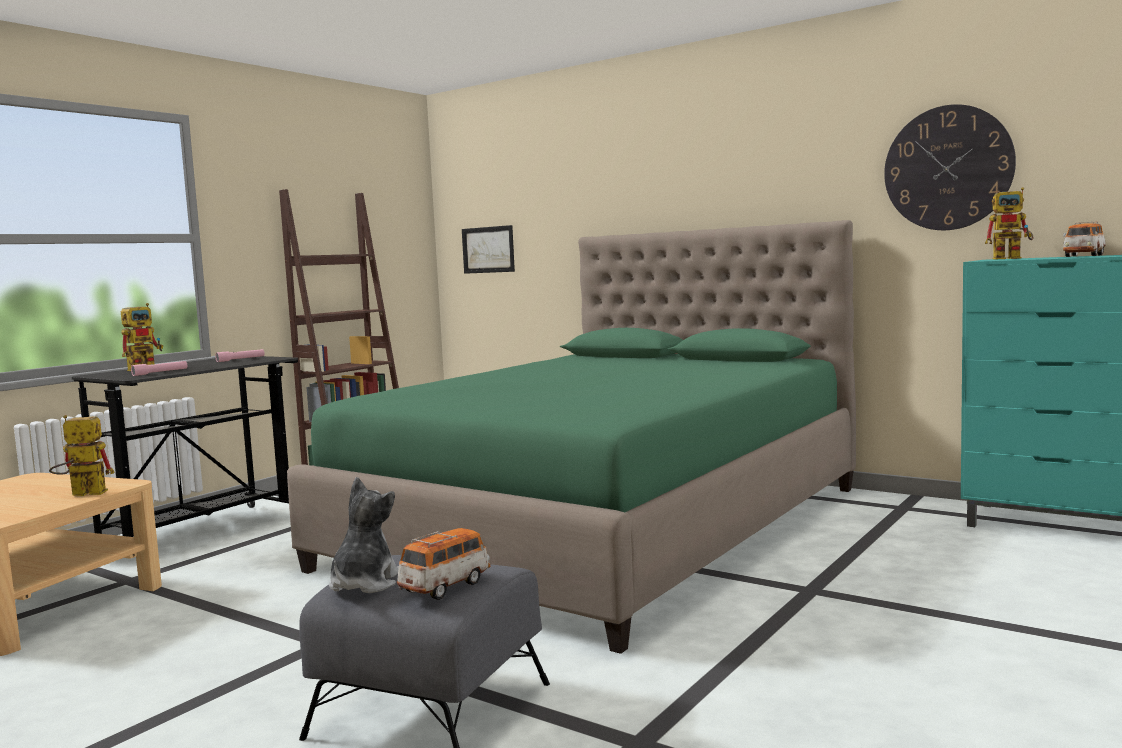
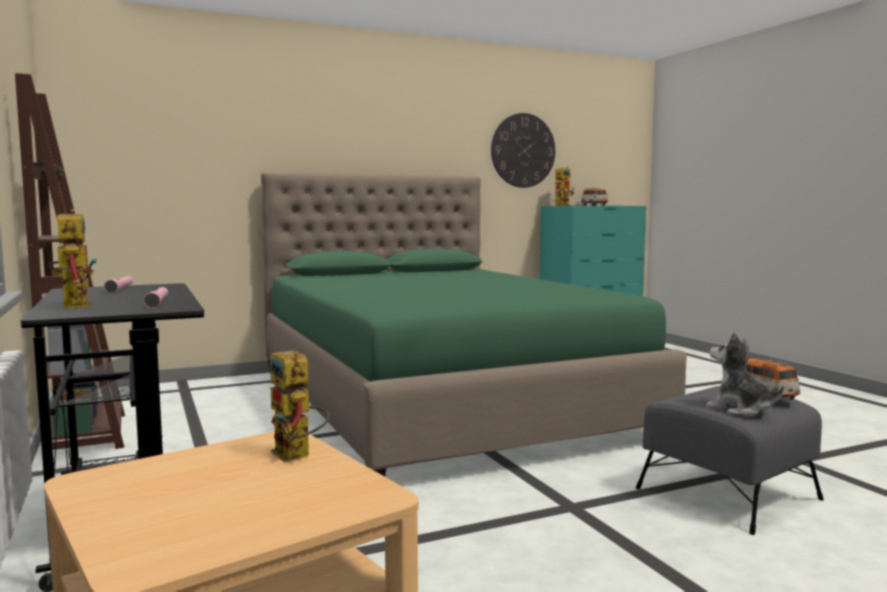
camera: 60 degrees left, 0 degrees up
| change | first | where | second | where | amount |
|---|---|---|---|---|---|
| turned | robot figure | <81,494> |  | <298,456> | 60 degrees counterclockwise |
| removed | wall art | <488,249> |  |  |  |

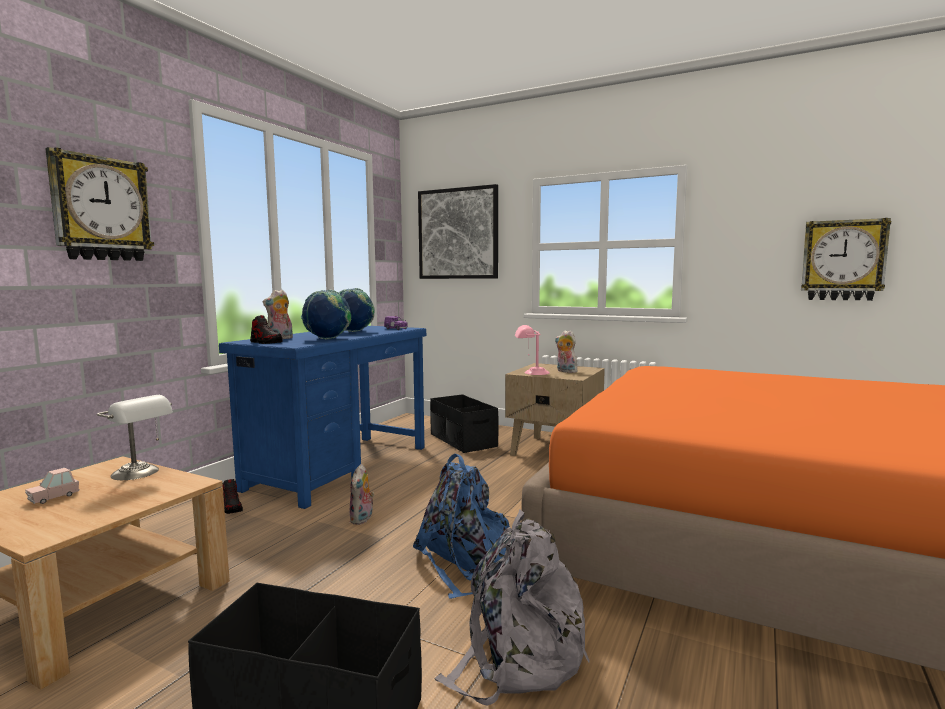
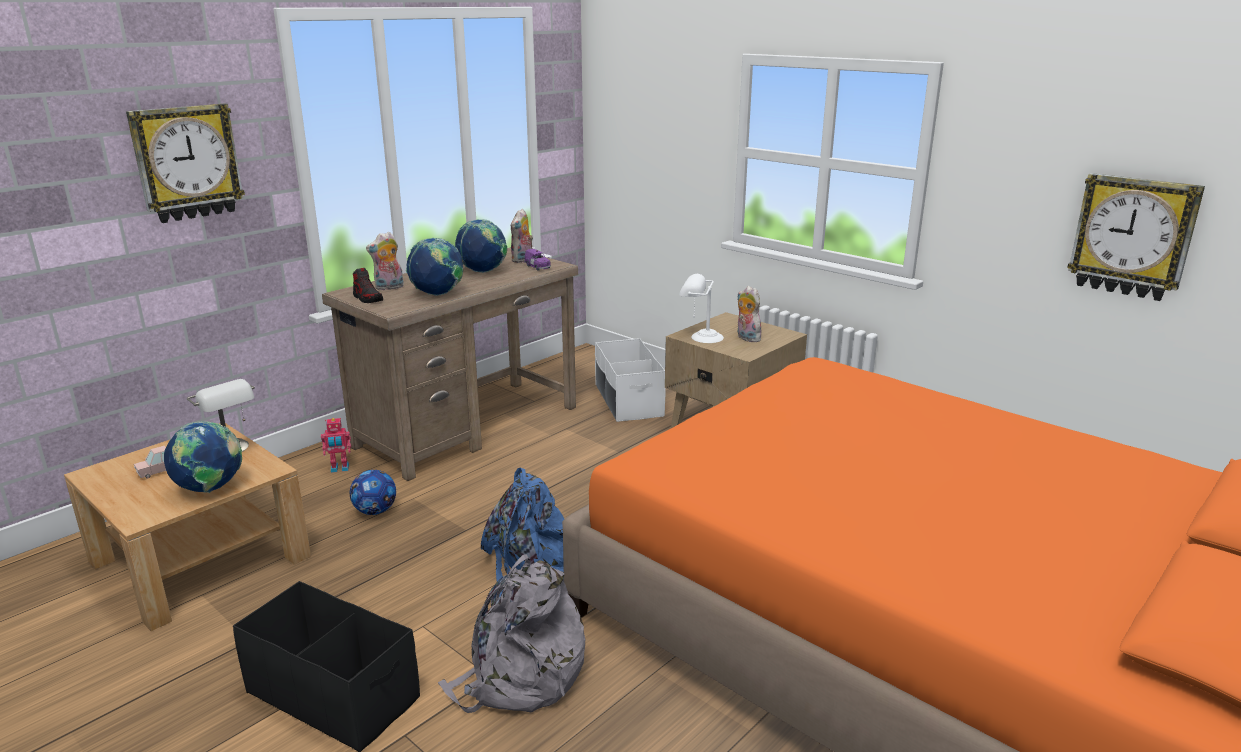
camera: 15 degrees right, 15 degrees up
| change | first | where | second | where | amount |
|---|---|---|---|---|---|
| added |  |  | globe | <210,489> |  |
| replaced | low shoe | <232,507> | robot figure | <339,468> |  |
| recoloured | blue desk | <340,467> | brown desk | <467,426> |  |
| added |  |  | football ball | <375,511> |  |
| moved | cuddly toy | <362,519> |  | <523,260> |  |
| recoloured | black-coloured storage bin | <462,440> | whitish storage bin | <628,400> |  |
| recoloured | pink lamp for a table | <531,373> | whitish lamp for a table | <700,337> |  |
| removed | wall art | <458,234> |  |  |  |

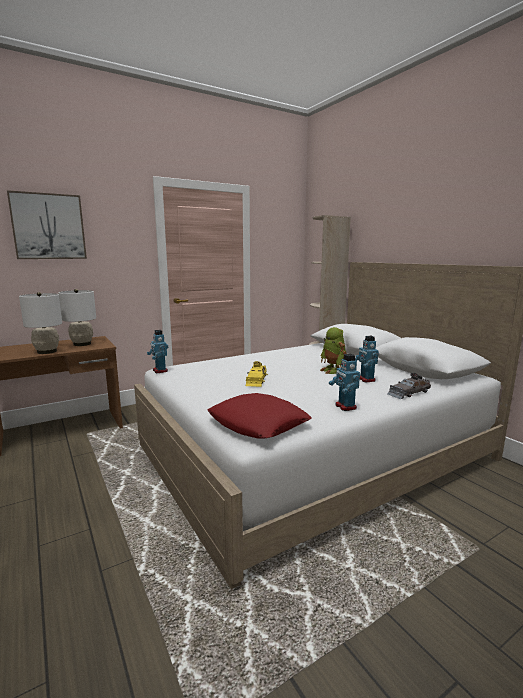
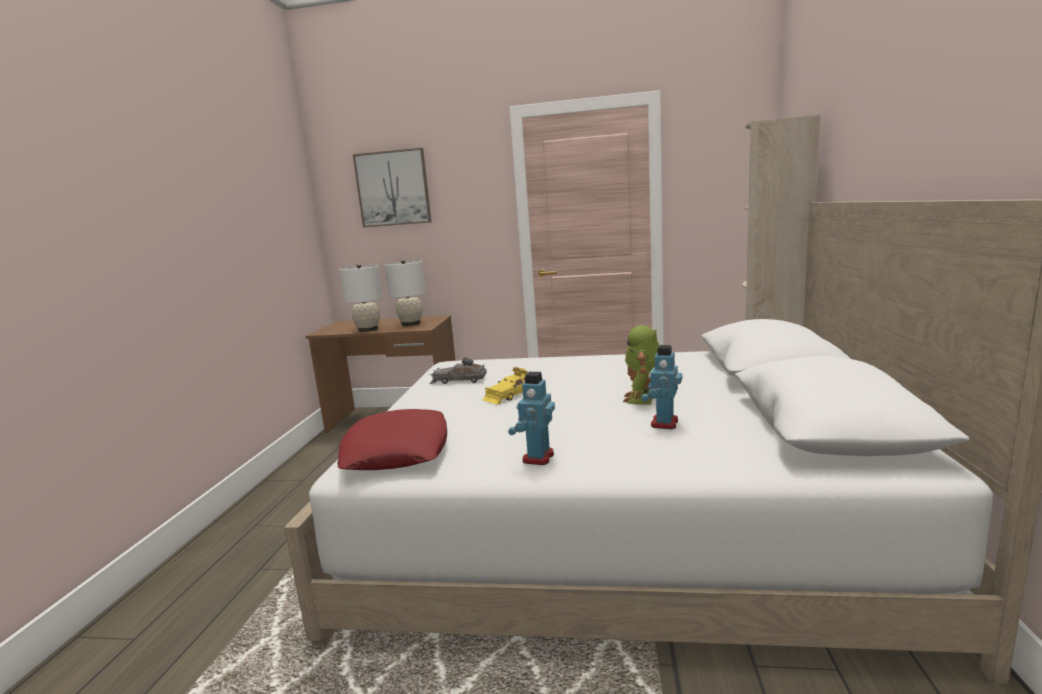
camera: 40 degrees right, 0 degrees up
| change | first | where | second | where | amount |
|---|---|---|---|---|---|
| moved | gray toy car | <408,392> |  | <458,380> |  |
| removed | robot figure | <160,371> |  |  |  |

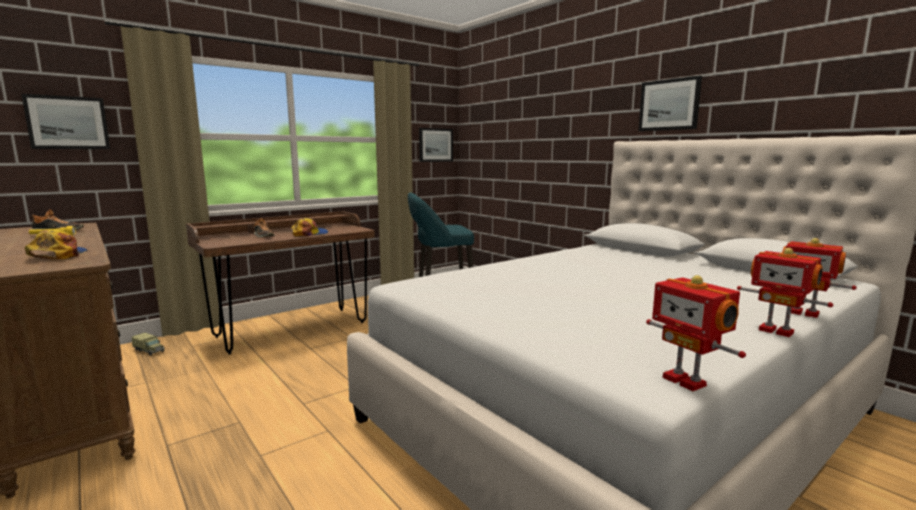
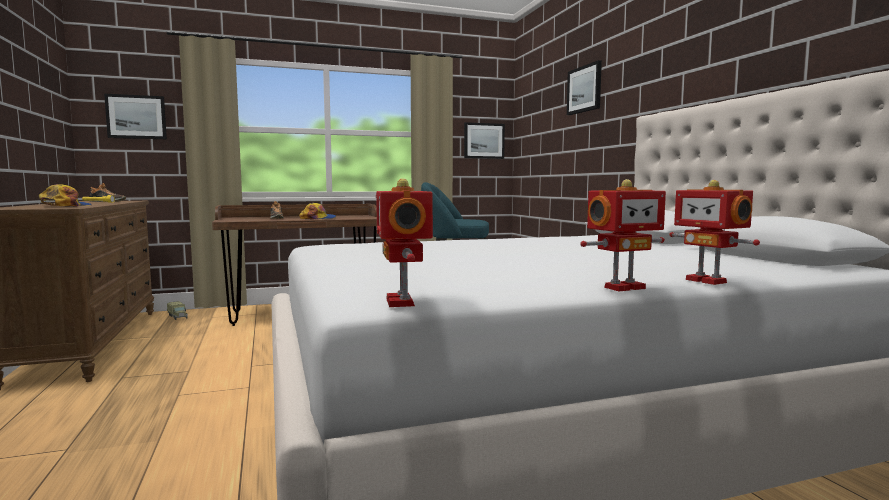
camera: 20 degrees right, 5 degrees down
| change | first | where | second | where | amount |
|---|---|---|---|---|---|
| moved | wall art | <669,105> |  | <584,89> |  |
| turned | robot figure | <776,331> |  | <622,287> | 90 degrees counterclockwise |

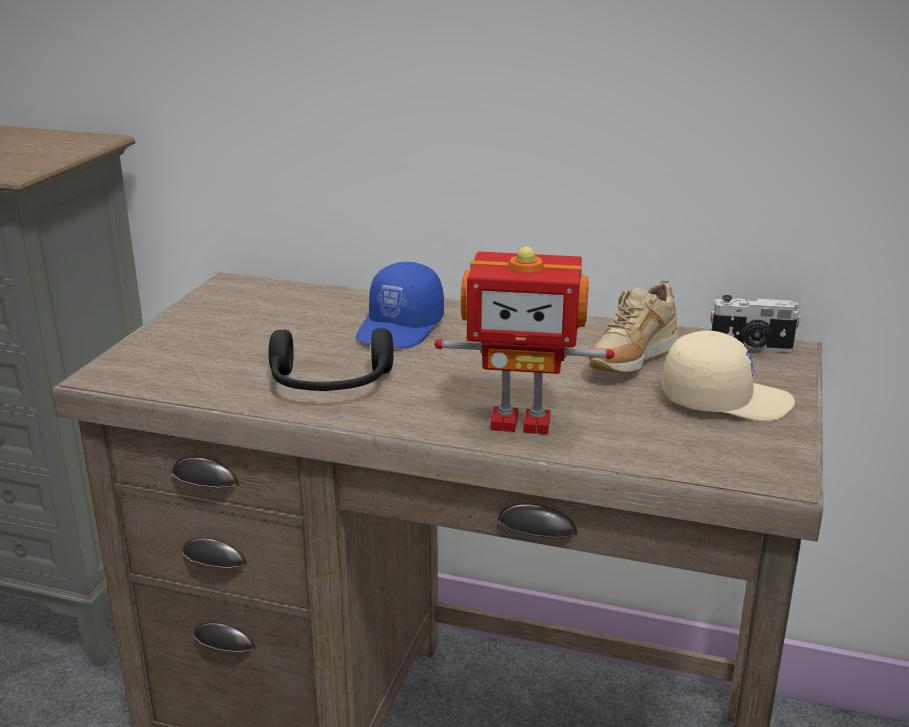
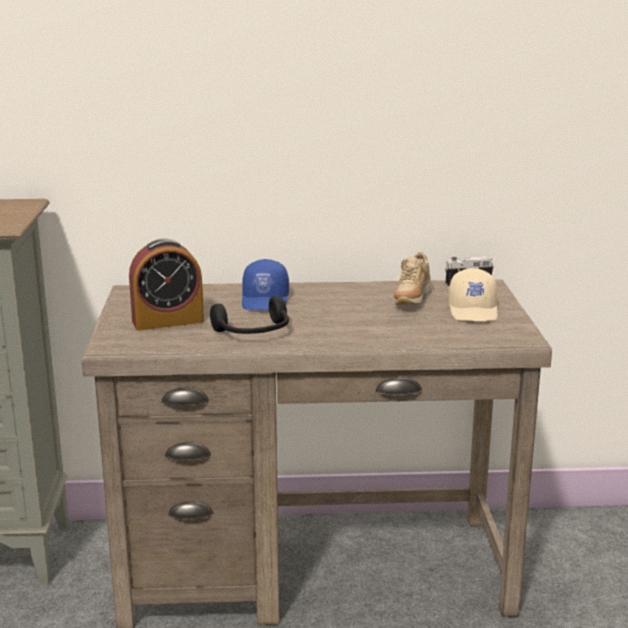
camera: 20 degrees left, 5 degrees down
| change | first | where | second | where | amount |
|---|---|---|---|---|---|
| added |  |  | bedside clock | <167,321> |  |
| turned | beige baseball cap | <725,400> |  | <474,311> | 105 degrees clockwise |
| removed | robot figure | <521,421> |  |  |  |

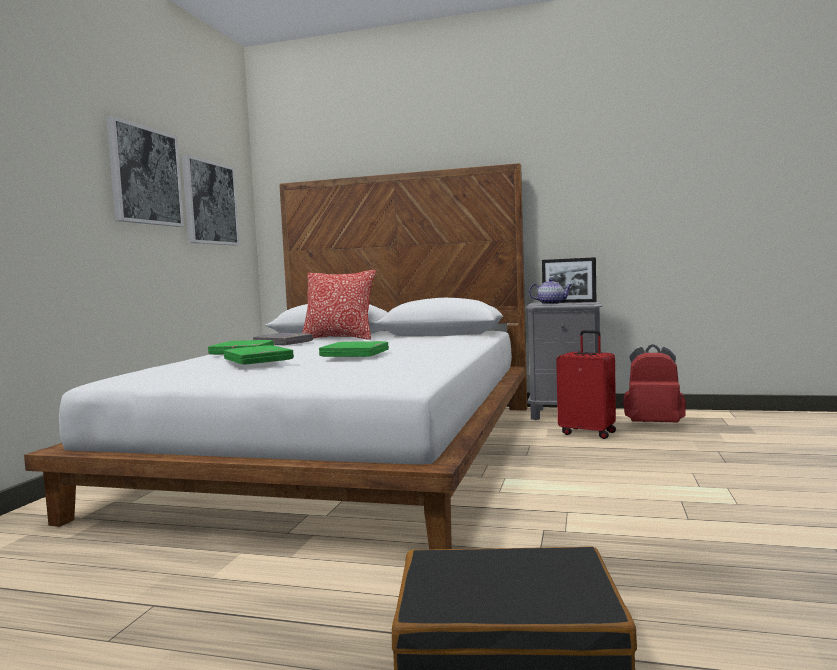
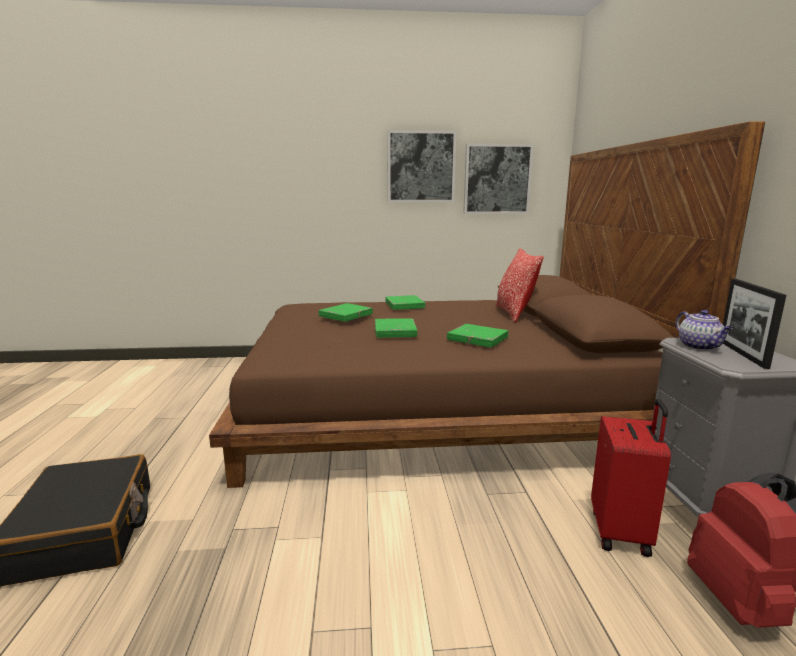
camera: 70 degrees right, 10 degrees up
| change | first | where | second | where | amount |
|---|---|---|---|---|---|
| recoloured | whitish sleeping bed | <346,452> | brown sleeping bed | <438,407> |  |
| added |  |  | greenish volume | <477,339> |  |
| removed | gray volume | <283,343> |  |  |  |

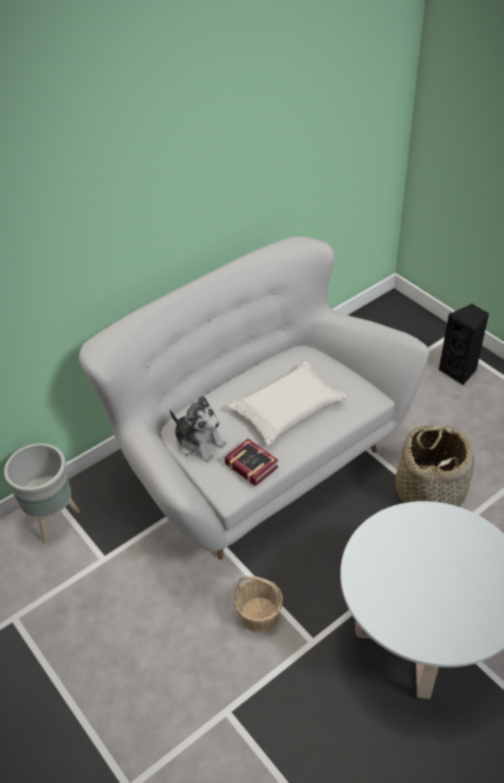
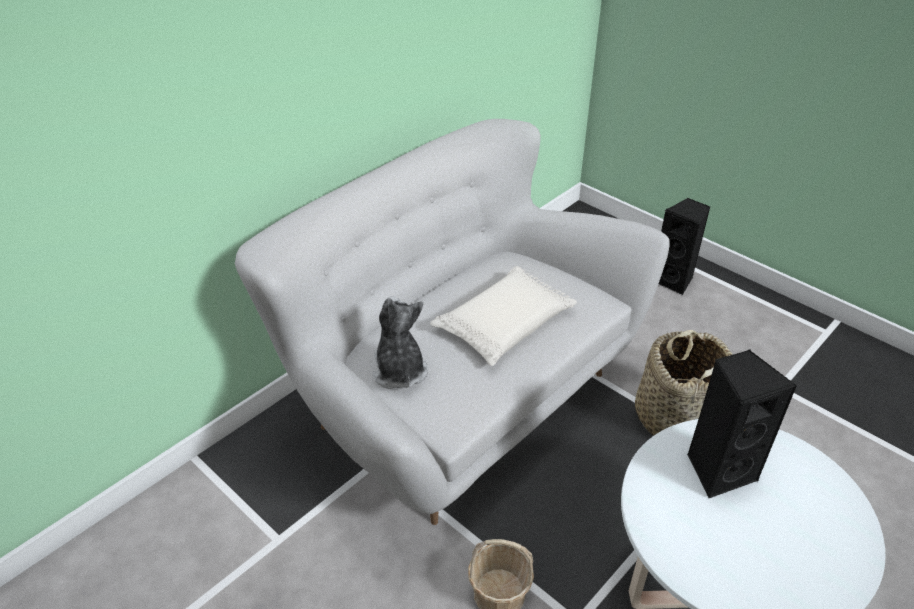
camera: 10 degrees left, 5 degrees down
| change | first | where | second | where | amount |
|---|---|---|---|---|---|
| turned | cuddly toy | <199,442> |  | <399,371> | 135 degrees counterclockwise |
| added |  |  | black-coloured speaker | <718,470> |  |
| removed | gray plant pot | <53,519> |  |  |  |
| removed | volume | <251,463> |  |  |  |

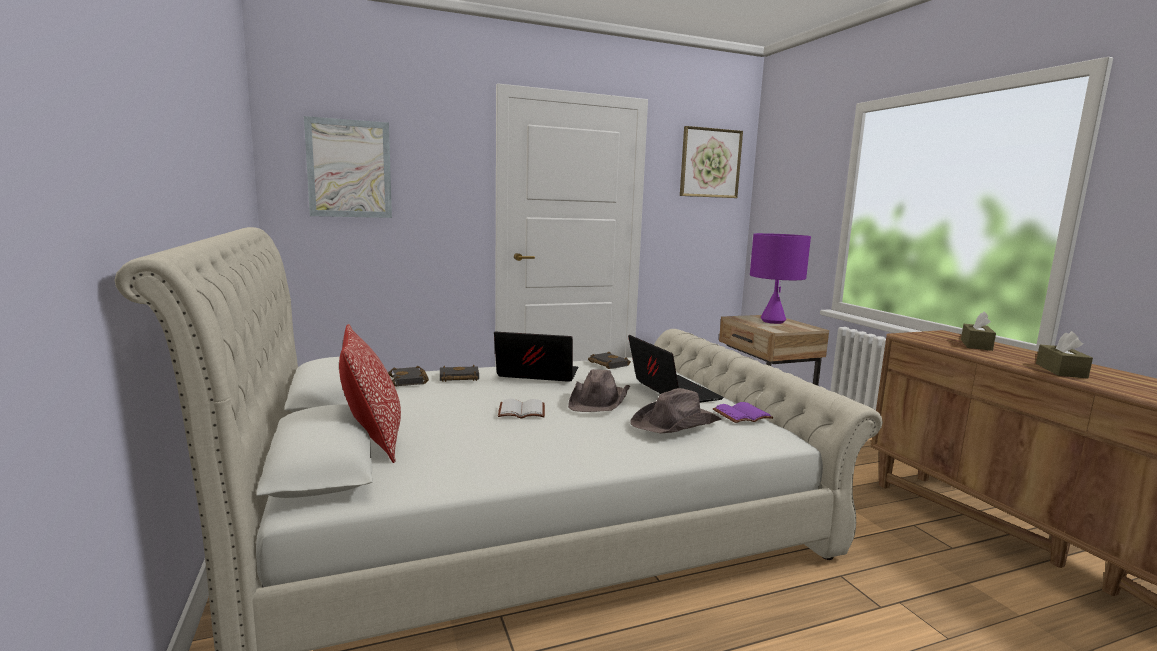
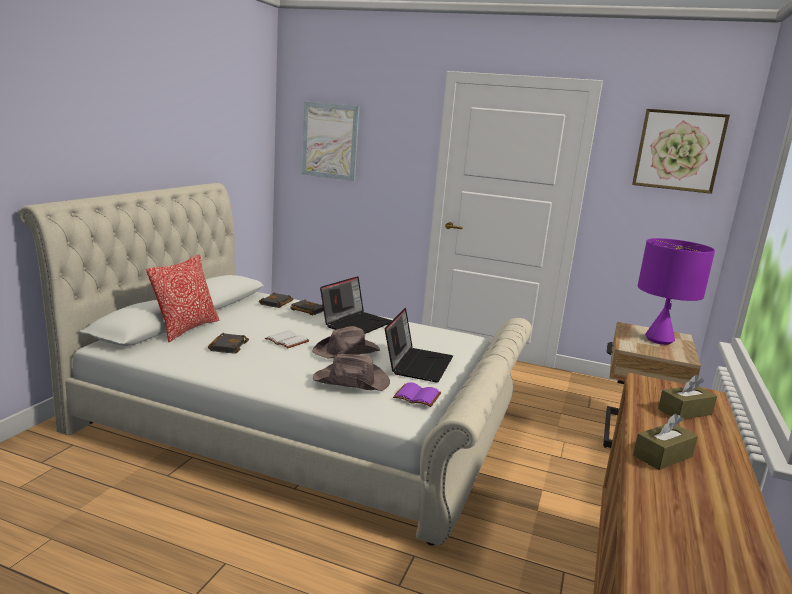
camera: 40 degrees right, 5 degrees up
| change | first | where | second | where | amount |
|---|---|---|---|---|---|
| moved | black-coloured volume | <607,364> |  | <227,346> |  |
| turned | laptop | <536,375> |  | <356,323> | 75 degrees clockwise |

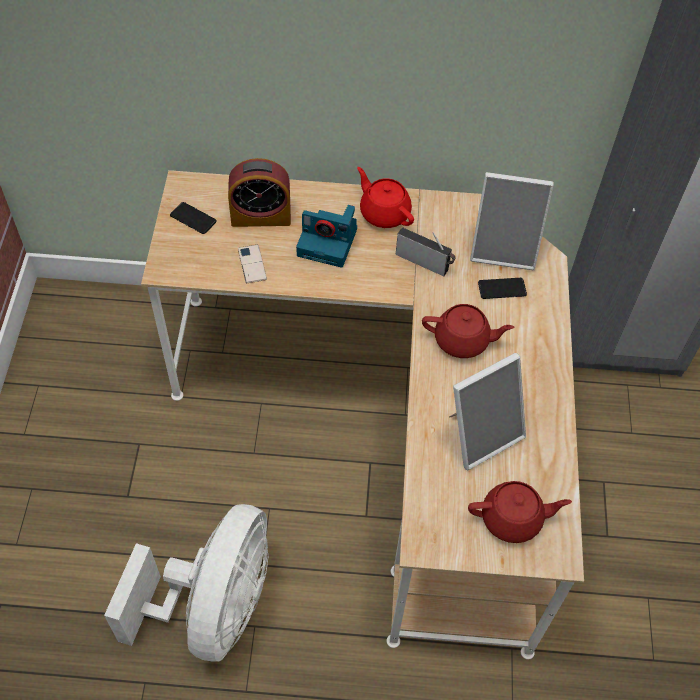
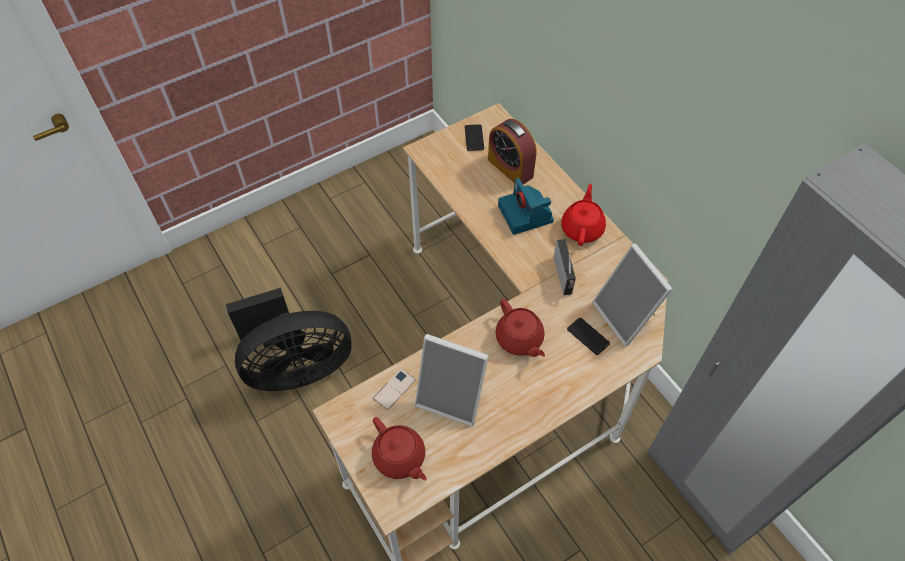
camera: 55 degrees right, 0 degrees up
| change | first | where | second | where | amount |
|---|---|---|---|---|---|
| recoloured | whitish fan | <214,607> | black-coloured fan | <296,367> |  |
| moved | telephone | <252,264> |  | <394,389> |  |

